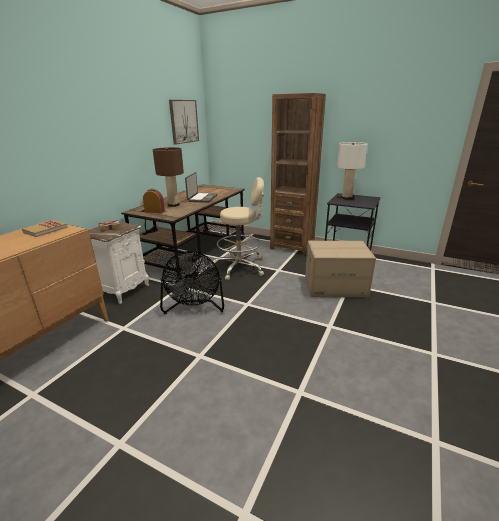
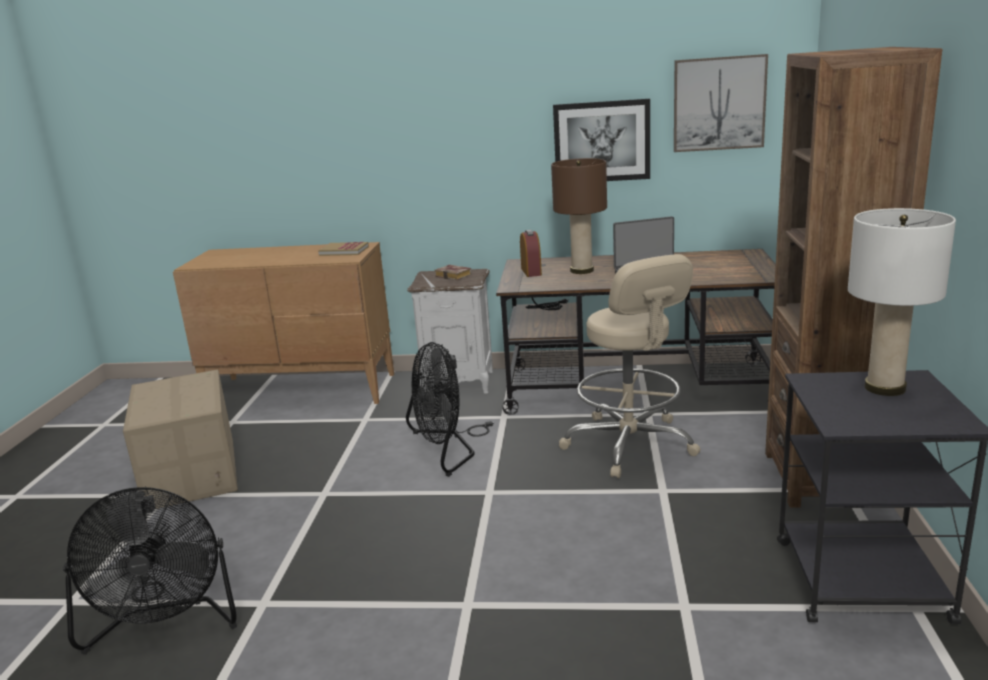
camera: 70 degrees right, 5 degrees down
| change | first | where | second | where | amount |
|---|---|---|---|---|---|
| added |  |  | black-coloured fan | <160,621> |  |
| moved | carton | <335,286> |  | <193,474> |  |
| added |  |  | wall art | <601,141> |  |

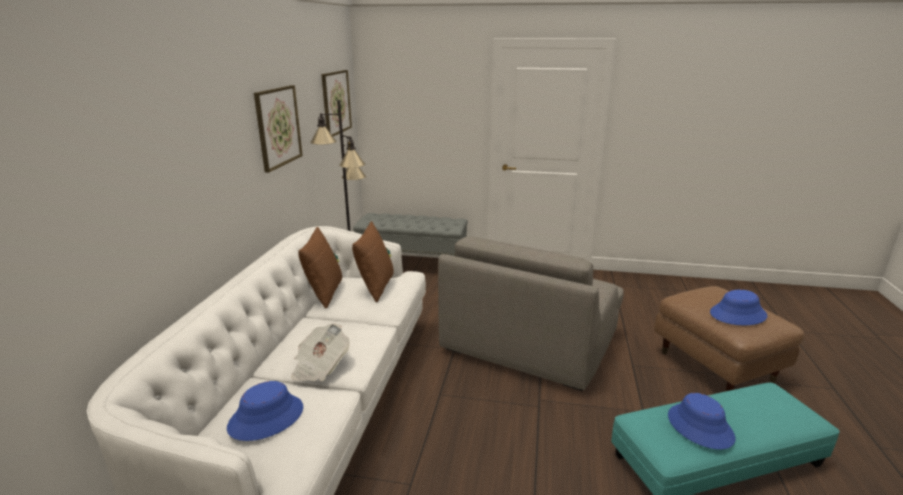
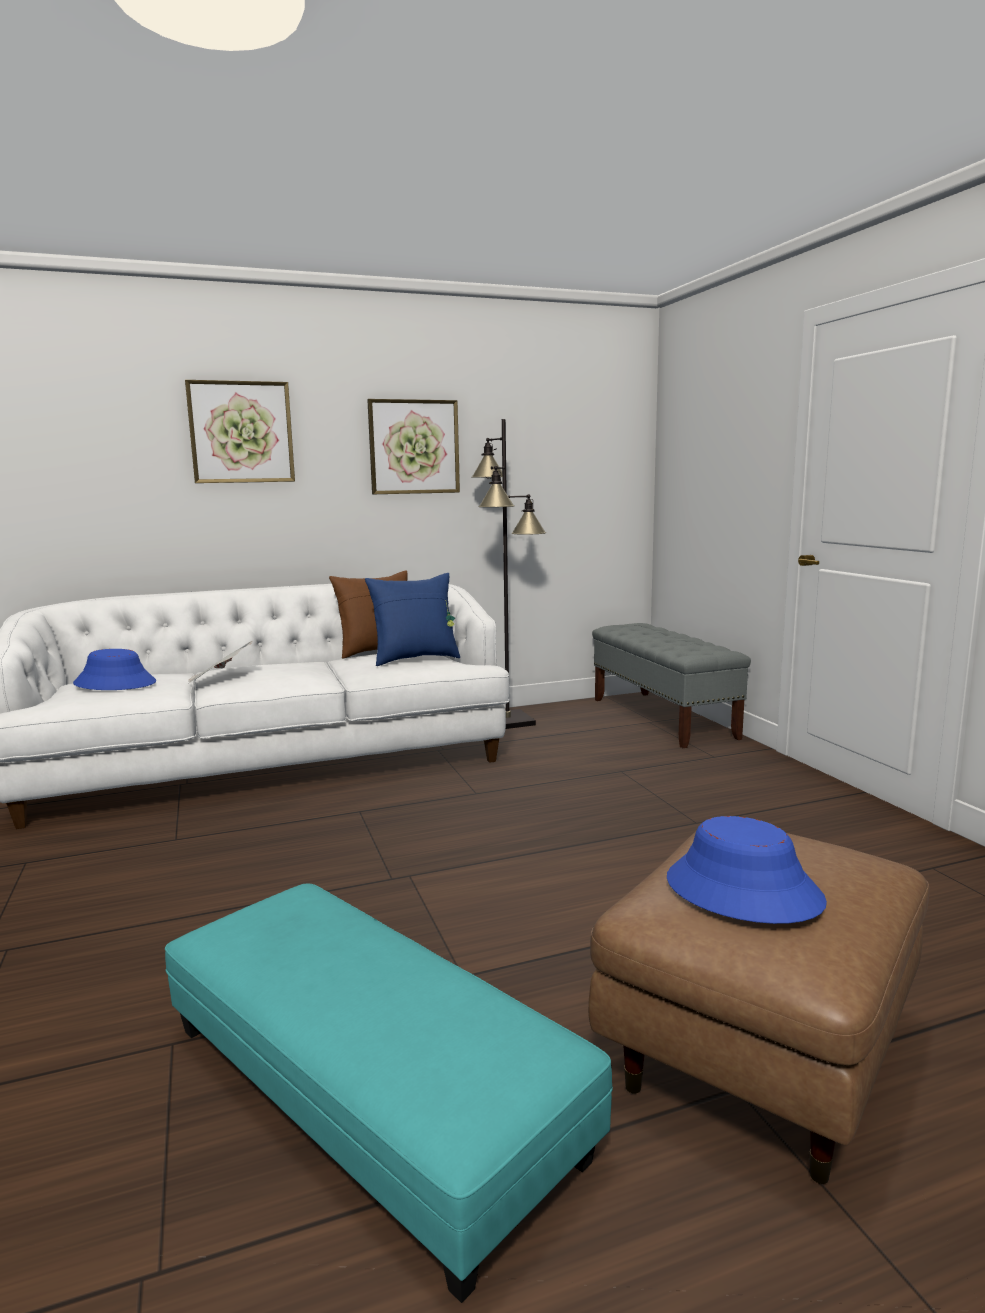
camera: 60 degrees right, 10 degrees down
| change | first | where | second | where | amount |
|---|---|---|---|---|---|
| moved | wall art | <336,102> |  | <241,432> |  |
| recoloured | brown pillow | <376,287> | blue pillow | <415,660> |  |
| removed | gray lounge chair | <529,342> |  |  |  |
| removed | blue hat | <699,427> |  |  |  |

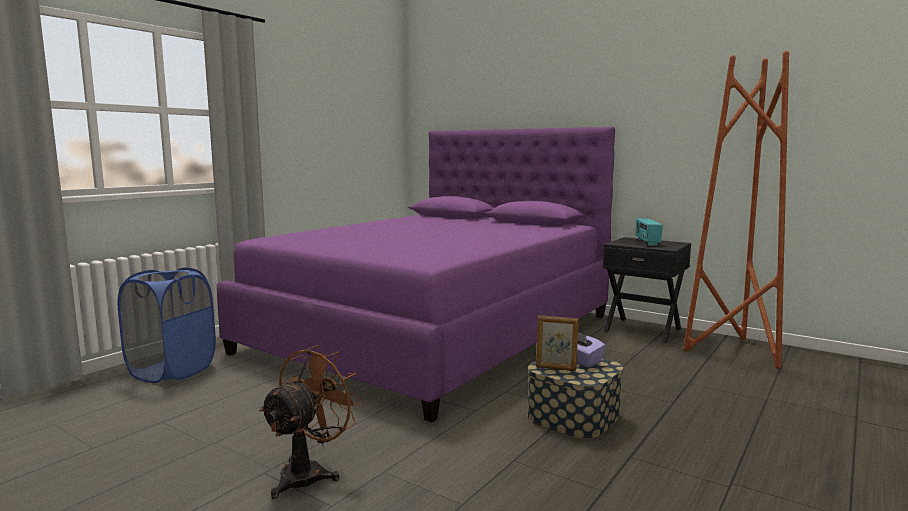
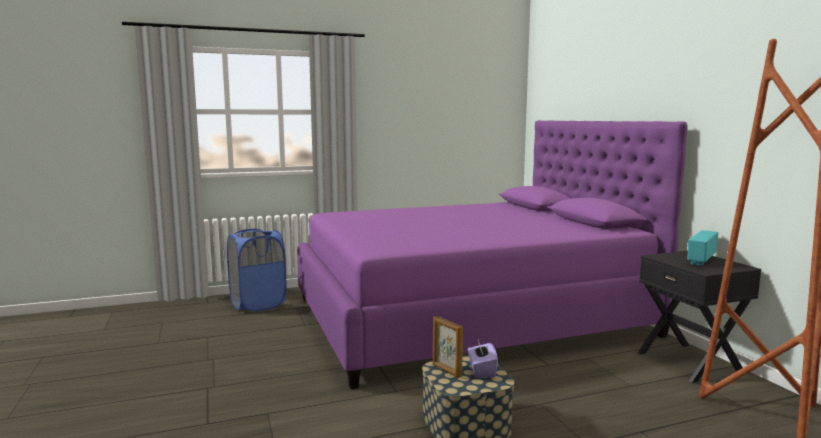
camera: 35 degrees right, 0 degrees up
| change | first | where | second | where | amount |
|---|---|---|---|---|---|
| removed | brown fan | <310,473> |  |  |  |

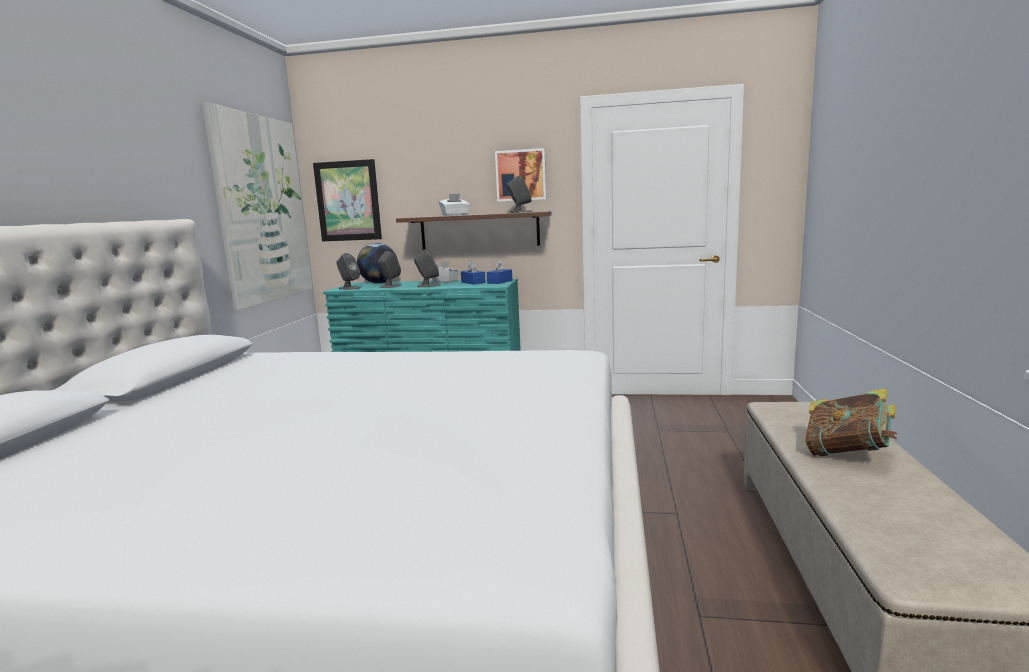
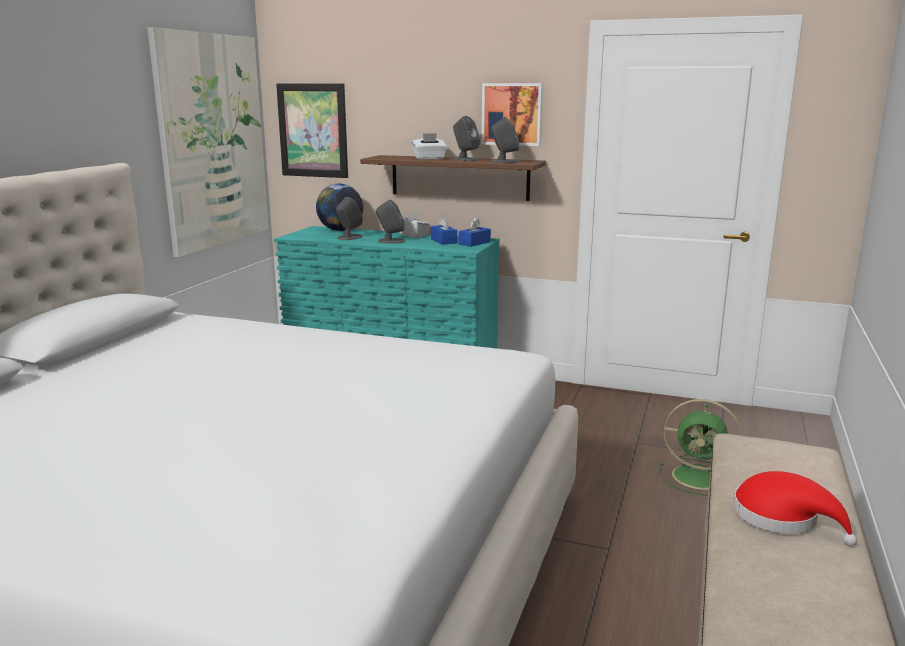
camera: 10 degrees right, 5 degrees up
| change | first | where | second | where | amount |
|---|---|---|---|---|---|
| moved | gray speaker | <349,288> |  | <465,159> |  |
| added |  |  | greenish fan | <700,477> |  |
| replaced | volume | <847,454> | red-coloured hat | <782,517> |  |

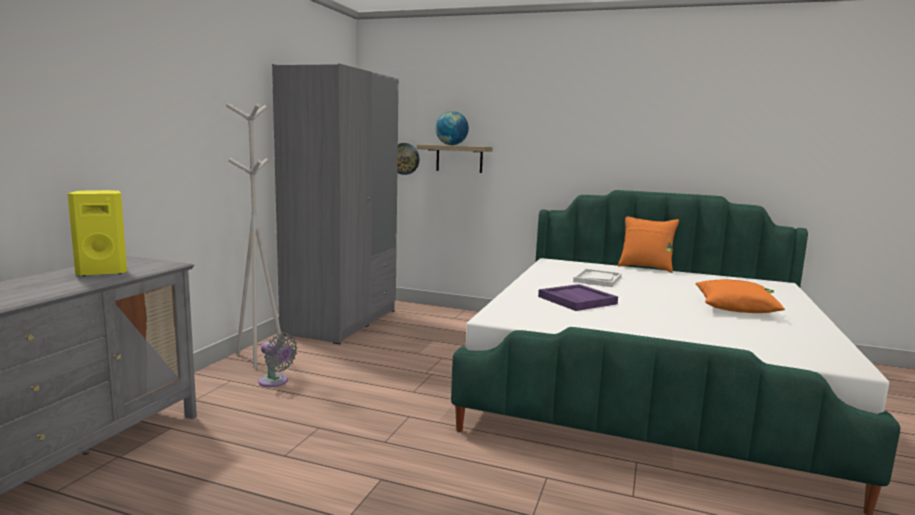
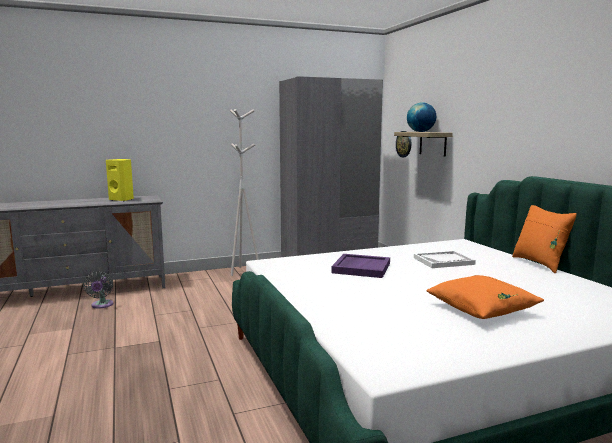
camera: 50 degrees right, 0 degrees up
| change | first | where | second | where | amount |
|---|---|---|---|---|---|
| moved | gray fan | <275,382> |  | <101,305> |  |

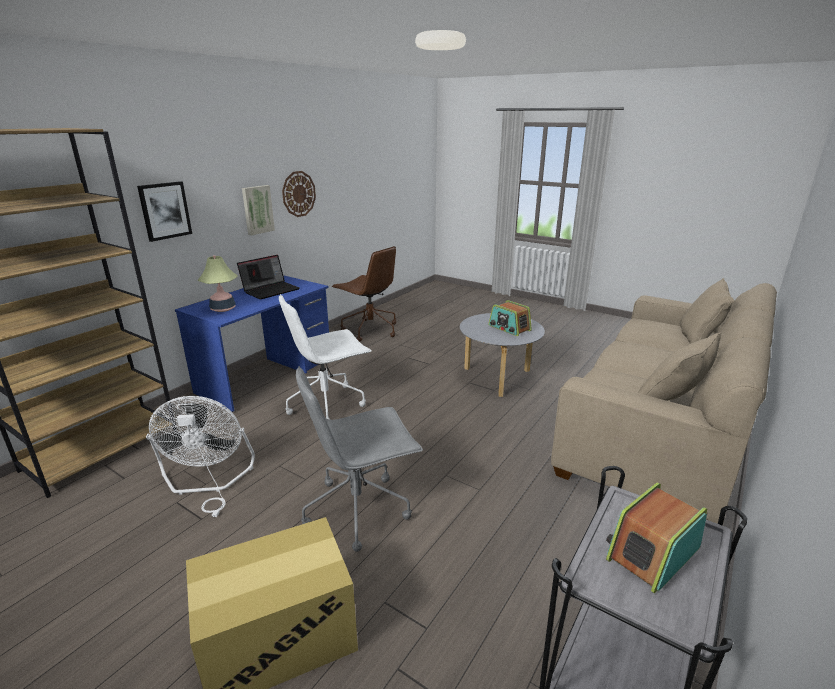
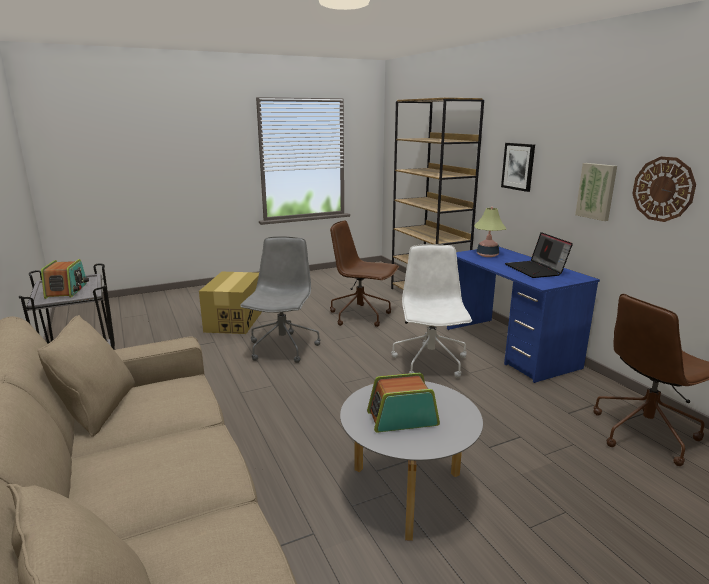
camera: 120 degrees right, 5 degrees down
| change | first | where | second | where | amount |
|---|---|---|---|---|---|
| replaced | whitish fan | <206,483> | brown computer chair | <362,317> |  |

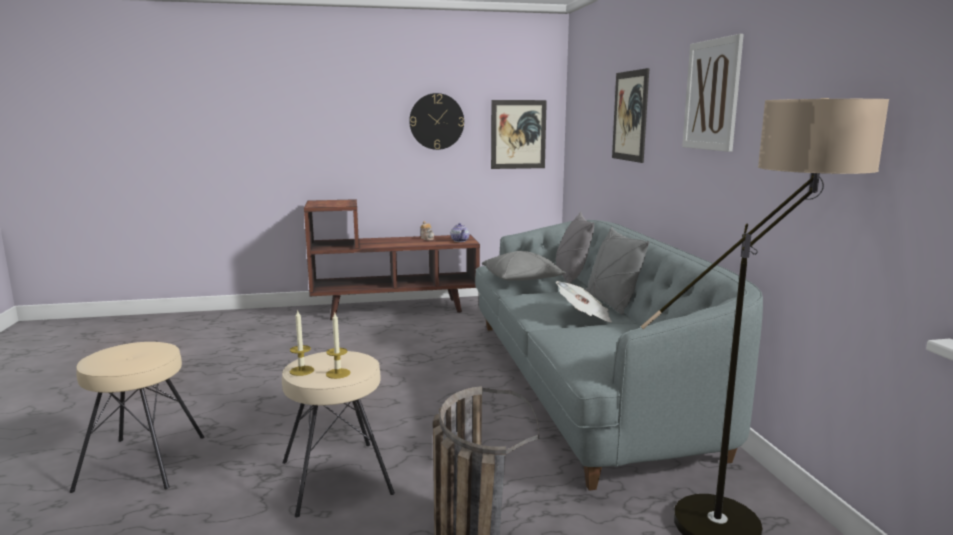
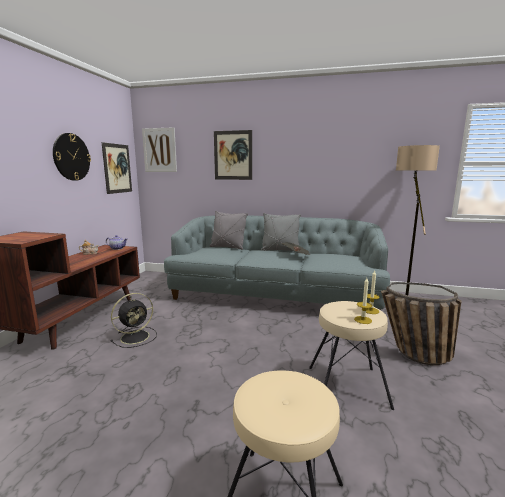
camera: 65 degrees left, 0 degrees up
| change | first | where | second | where | amount |
|---|---|---|---|---|---|
| added |  |  | black-coloured fan | <136,337> |  |
| moved | wall art | <712,95> |  | <159,150> |  |
| removed | gray pillow | <522,280> |  |  |  |

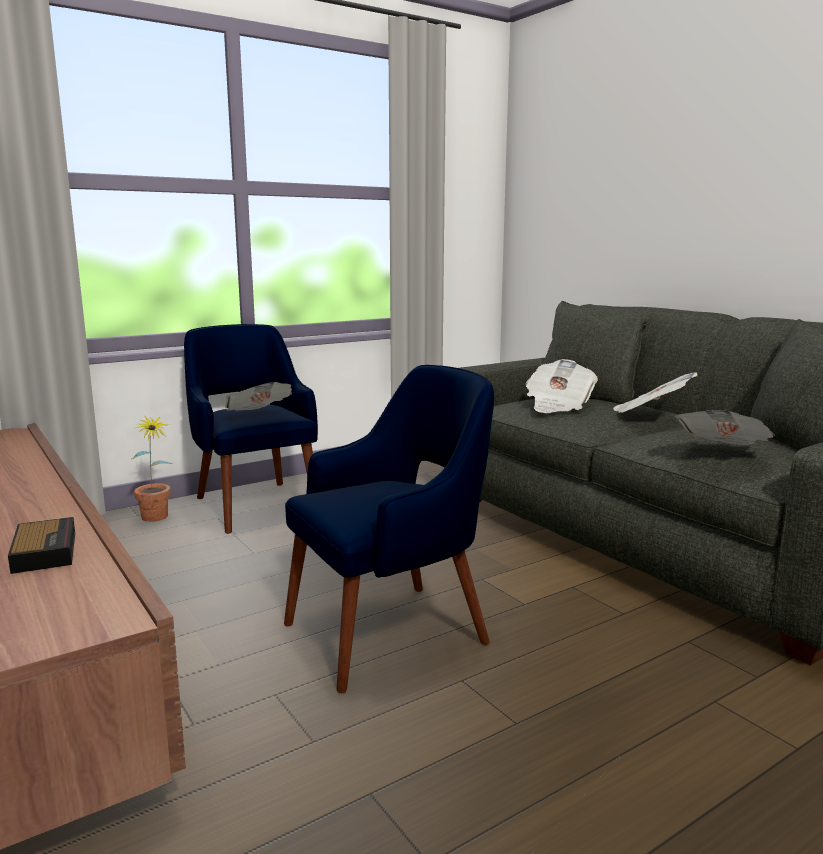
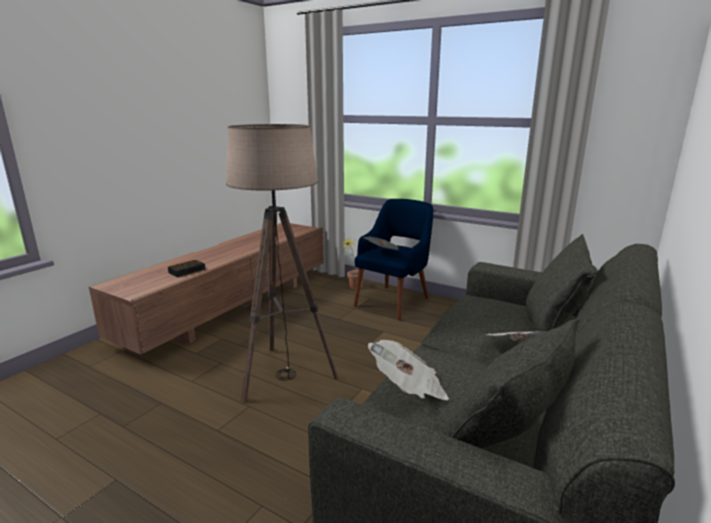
camera: 65 degrees right, 5 degrees up
| change | first | where | second | where | amount |
|---|---|---|---|---|---|
| replaced | blue lounge chair | <391,632> | standing lamp | <284,375> |  |
| removed | newspaper | <558,406> |  |  |  |

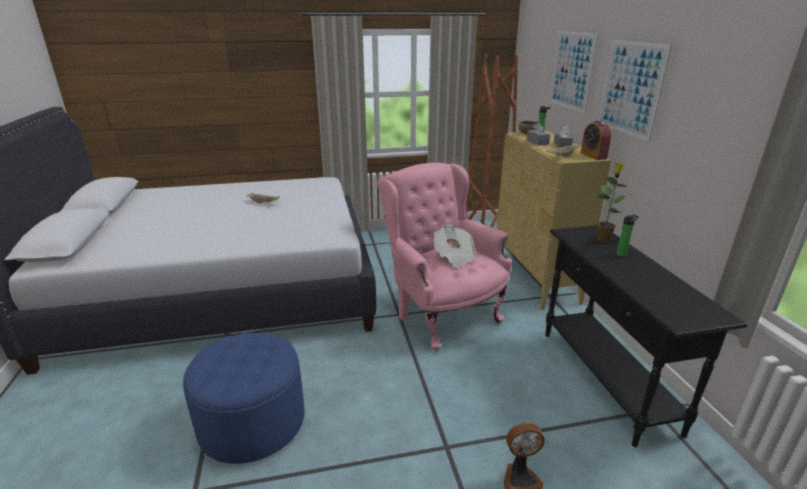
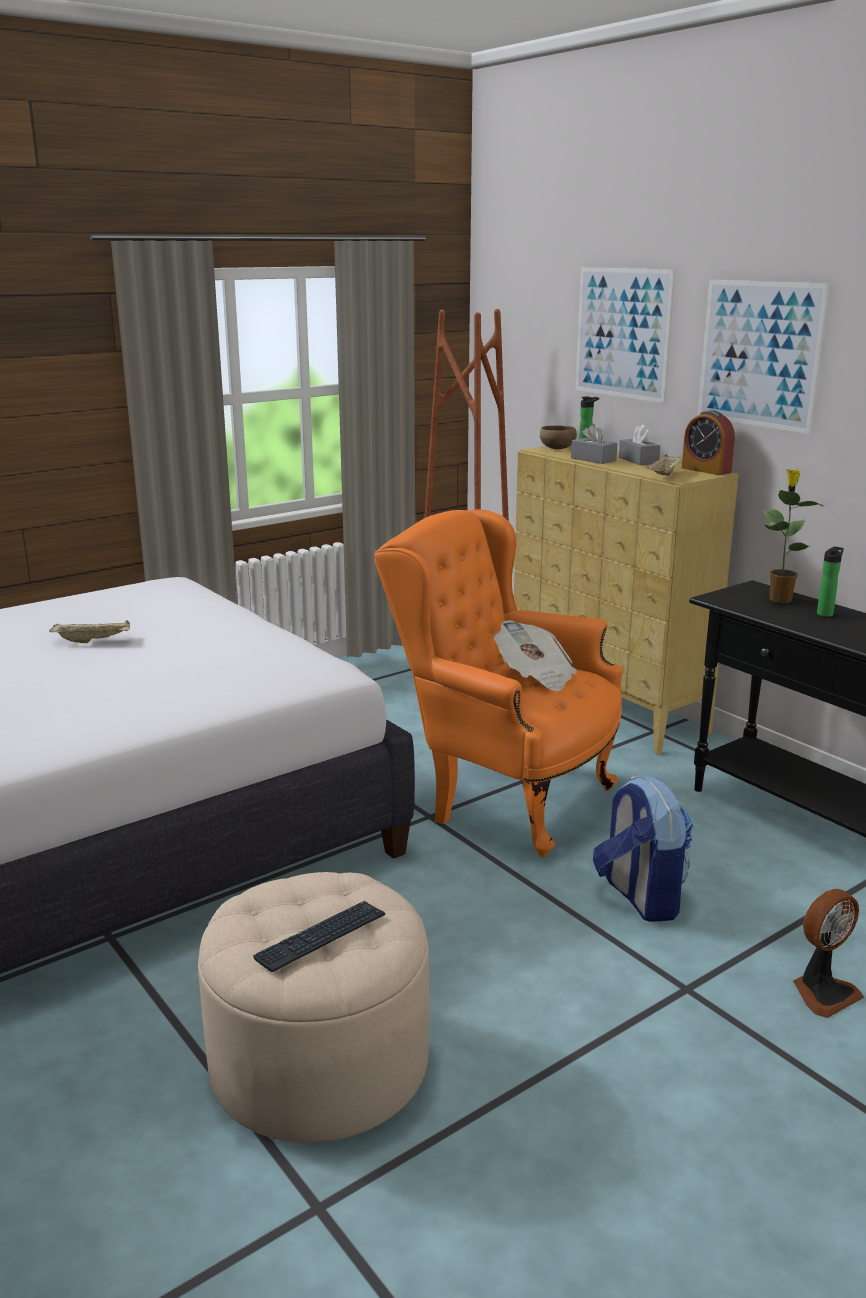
camera: 25 degrees left, 5 degrees down
| change | first | where | second | where | amount |
|---|---|---|---|---|---|
| recoloured | blue footrest | <252,422> | beige footrest | <319,1062> |  |
| added |  |  | computer keyboard | <321,937> |  |
| recoloured | pink lounge chair | <442,314> | orangey lounge chair | <506,799> |  |
| added |  |  | rucksack | <640,897> |  |

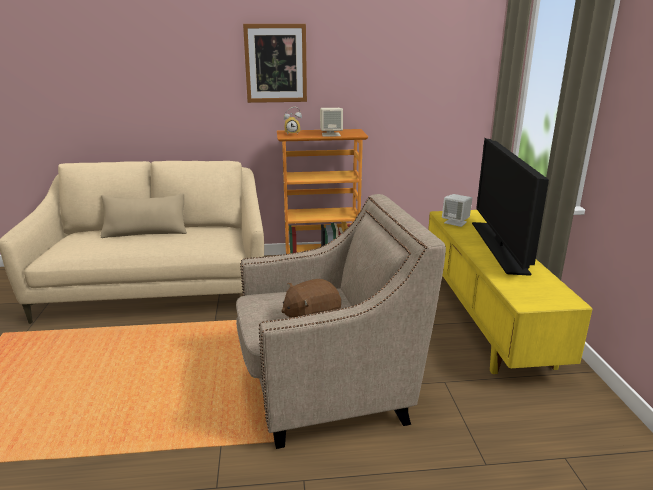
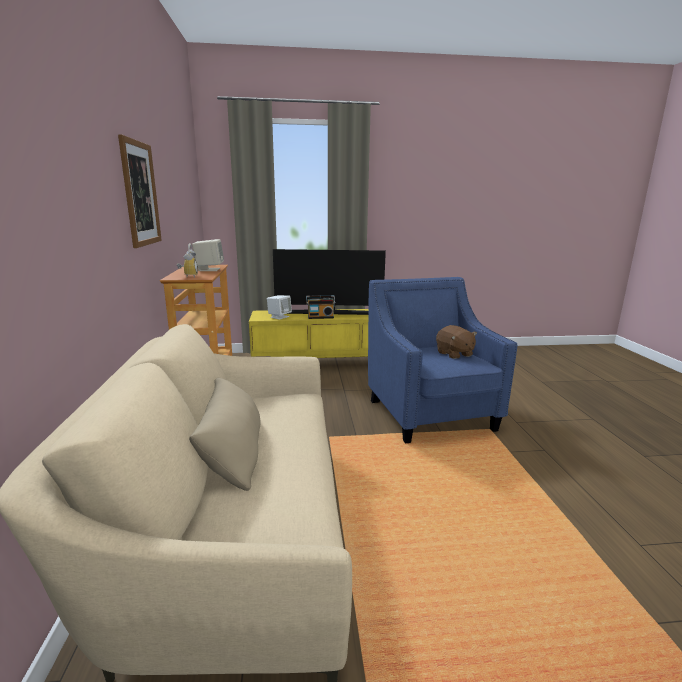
camera: 90 degrees left, 5 degrees down
| change | first | where | second | where | amount |
|---|---|---|---|---|---|
| added |  |  | radio receiver | <320,317> |  |
| recoloured | beige lounge chair | <329,390> | blue lounge chair | <430,414> |  |

